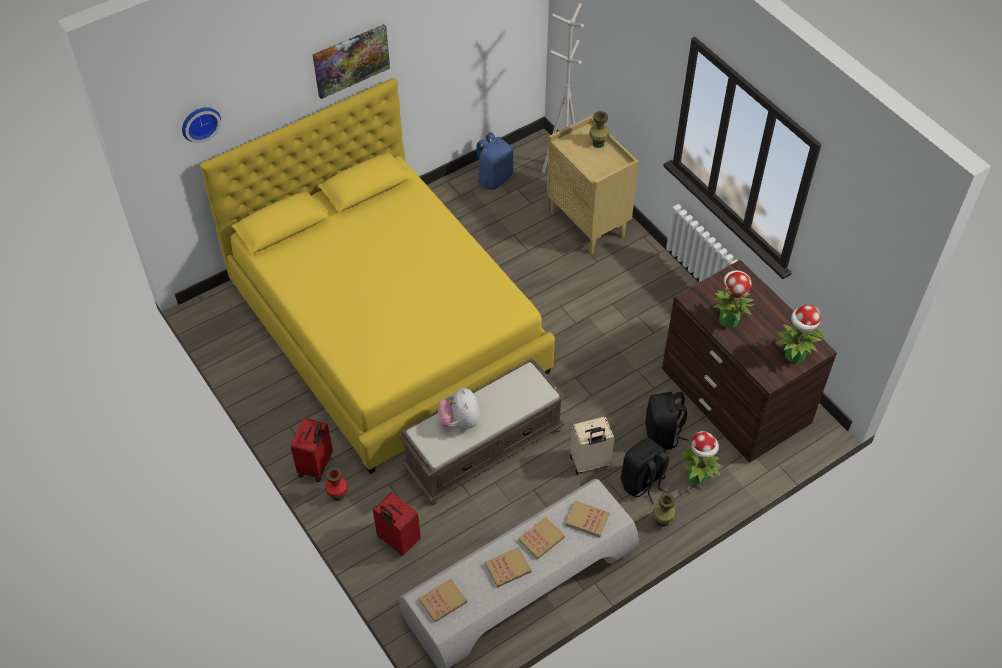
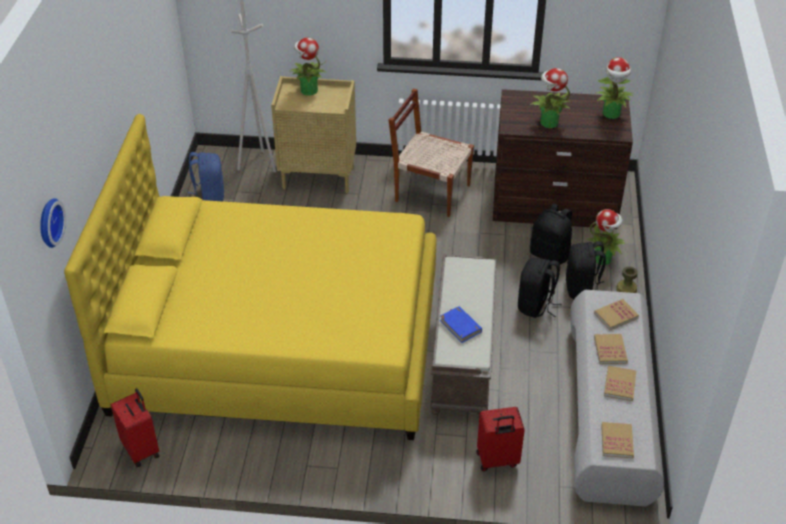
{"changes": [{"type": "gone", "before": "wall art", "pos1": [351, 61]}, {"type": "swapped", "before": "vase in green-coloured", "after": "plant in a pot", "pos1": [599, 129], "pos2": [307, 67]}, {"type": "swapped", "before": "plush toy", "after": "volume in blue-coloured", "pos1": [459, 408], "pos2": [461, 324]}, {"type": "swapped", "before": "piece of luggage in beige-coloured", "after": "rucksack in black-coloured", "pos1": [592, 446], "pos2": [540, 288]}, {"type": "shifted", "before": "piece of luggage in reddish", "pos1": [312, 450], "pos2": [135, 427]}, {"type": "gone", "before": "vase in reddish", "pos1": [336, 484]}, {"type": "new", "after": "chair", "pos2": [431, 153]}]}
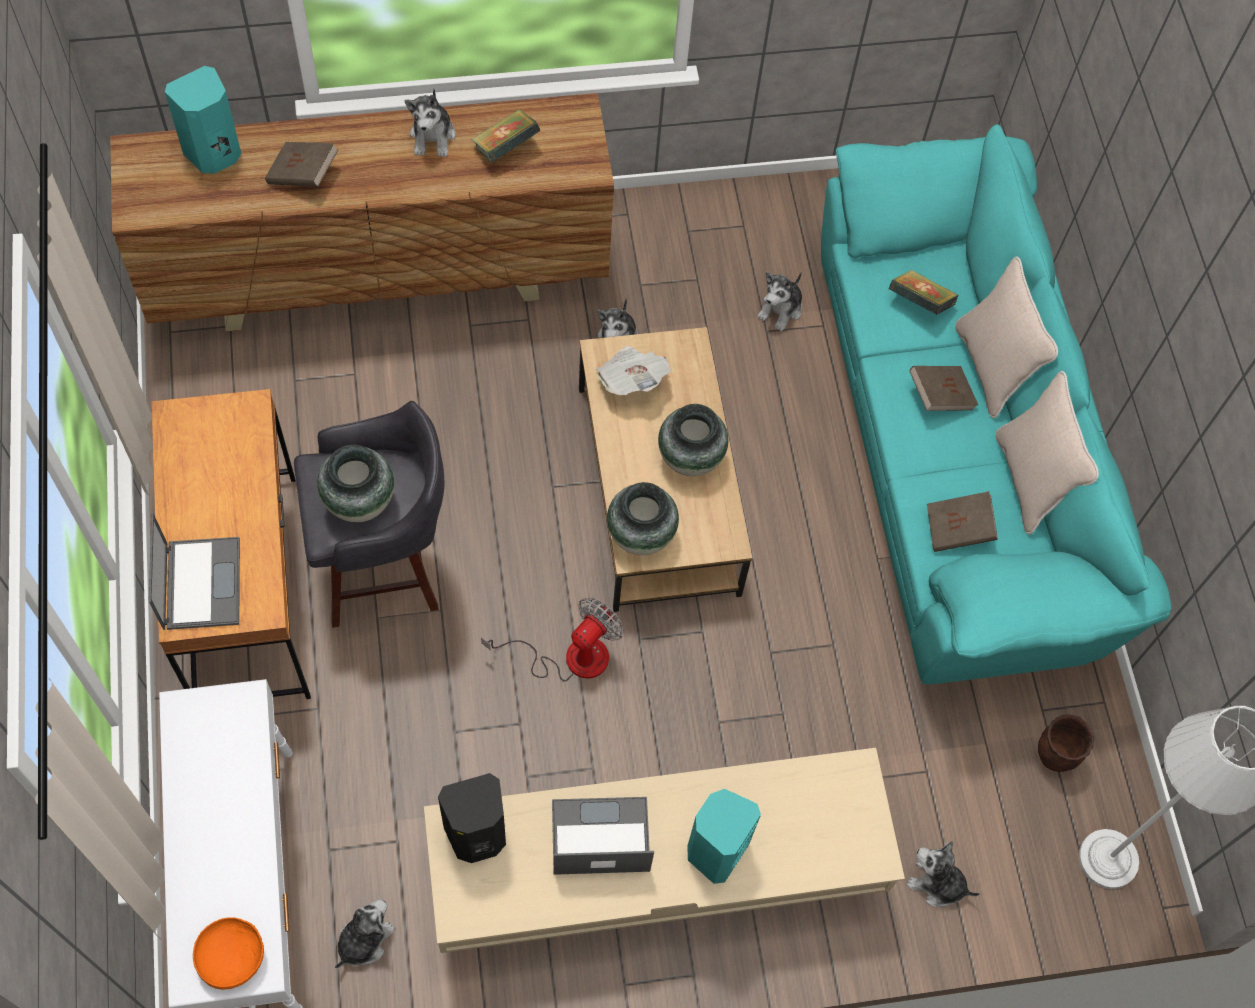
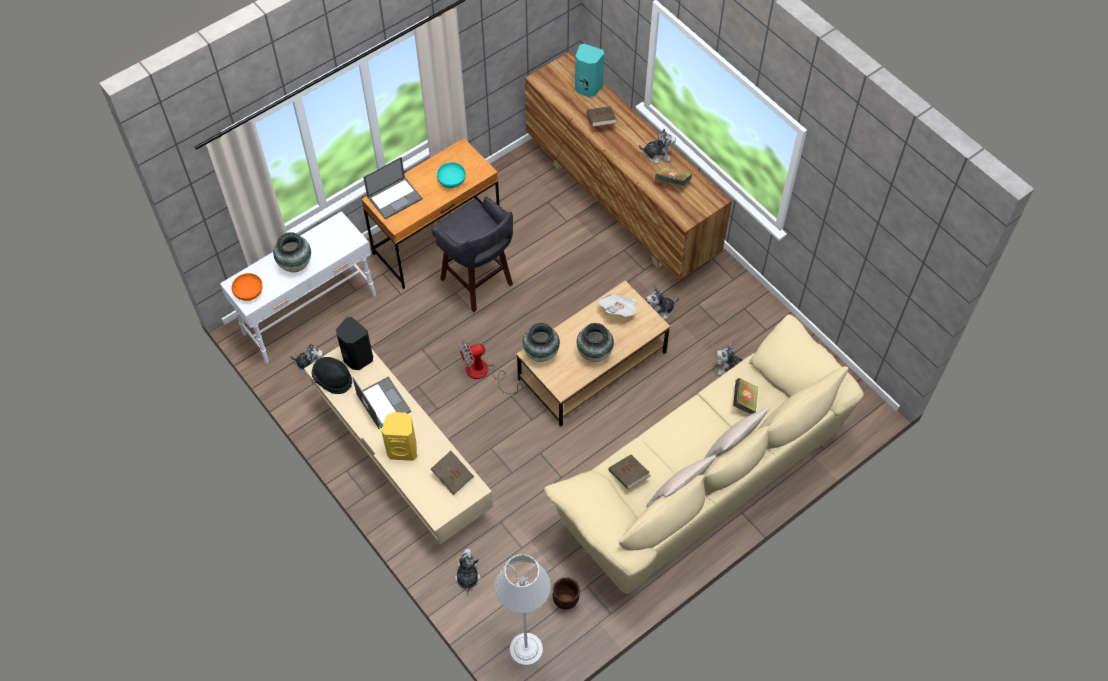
{"changes": [{"type": "rotated", "before": "plush toy", "pos1": [430, 123], "pos2": [657, 146], "turn": -150}, {"type": "repainted", "before": "couch in blue-green", "after": "couch in beige-coloured", "pos1": [996, 404], "pos2": [704, 454]}, {"type": "shifted", "before": "volume in brown-coloured", "pos1": [943, 388], "pos2": [452, 473]}, {"type": "shifted", "before": "vase", "pos1": [355, 483], "pos2": [292, 252]}, {"type": "rotated", "before": "electric fan", "pos1": [552, 639], "pos2": [491, 367], "turn": 150}, {"type": "repainted", "before": "audio speaker in blue-green", "after": "audio speaker in yellow-coloured", "pos1": [724, 836], "pos2": [399, 436]}, {"type": "new", "after": "deep dish in blue-green", "pos2": [451, 175]}, {"type": "new", "after": "wearable hat in black-coloured", "pos2": [332, 375]}]}
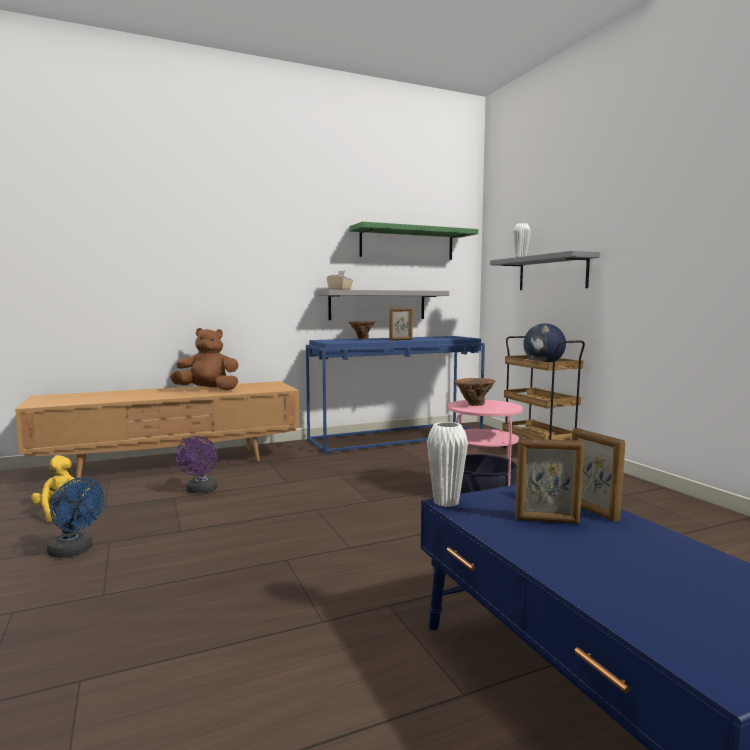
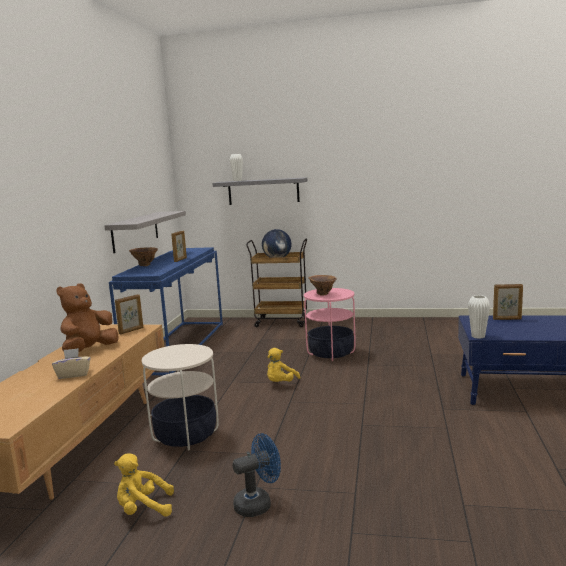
{"changes": [{"type": "gone", "before": "bracket shelf in green-coloured", "pos1": [413, 241]}, {"type": "shifted", "before": "tissue box in beige-coloured", "pos1": [340, 280], "pos2": [71, 363]}, {"type": "swapped", "before": "electric fan in purplish", "after": "side table in beige-coloured", "pos1": [197, 464], "pos2": [180, 397]}, {"type": "shifted", "before": "picture frame", "pos1": [549, 481], "pos2": [129, 314]}, {"type": "new", "after": "plush toy in yellow-coloured", "pos2": [283, 365]}]}
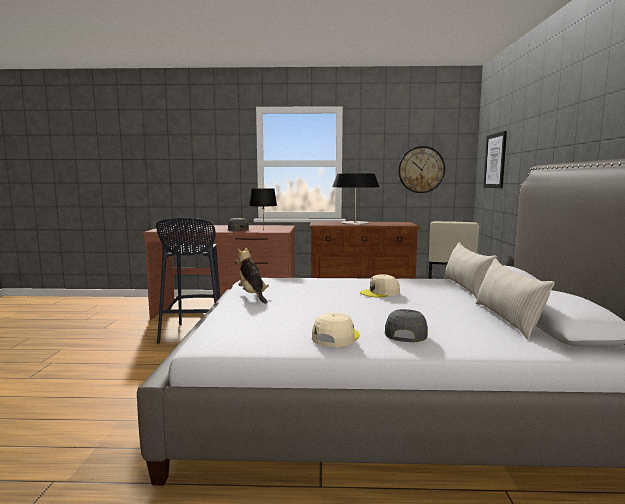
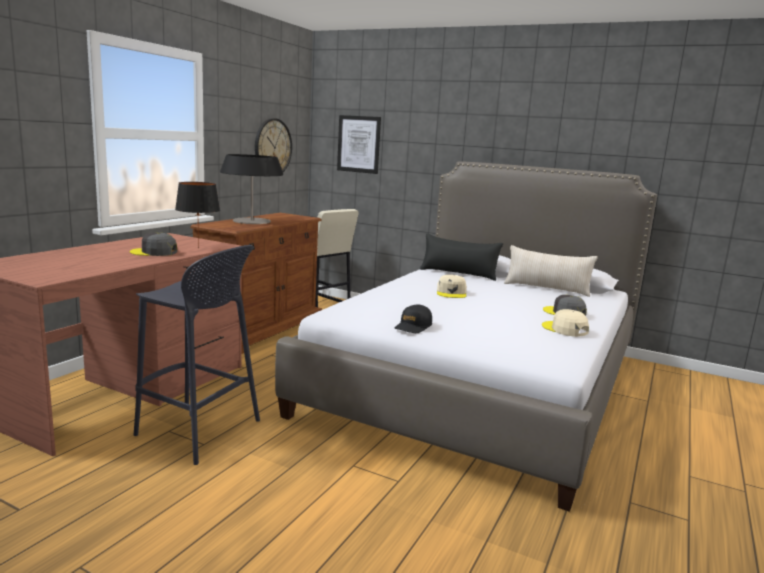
{"changes": [{"type": "repainted", "before": "throw pillow in beige-coloured", "after": "throw pillow in black-coloured", "pos1": [470, 270], "pos2": [461, 257]}, {"type": "swapped", "before": "plush toy", "after": "cap in black-coloured", "pos1": [252, 275], "pos2": [413, 319]}]}
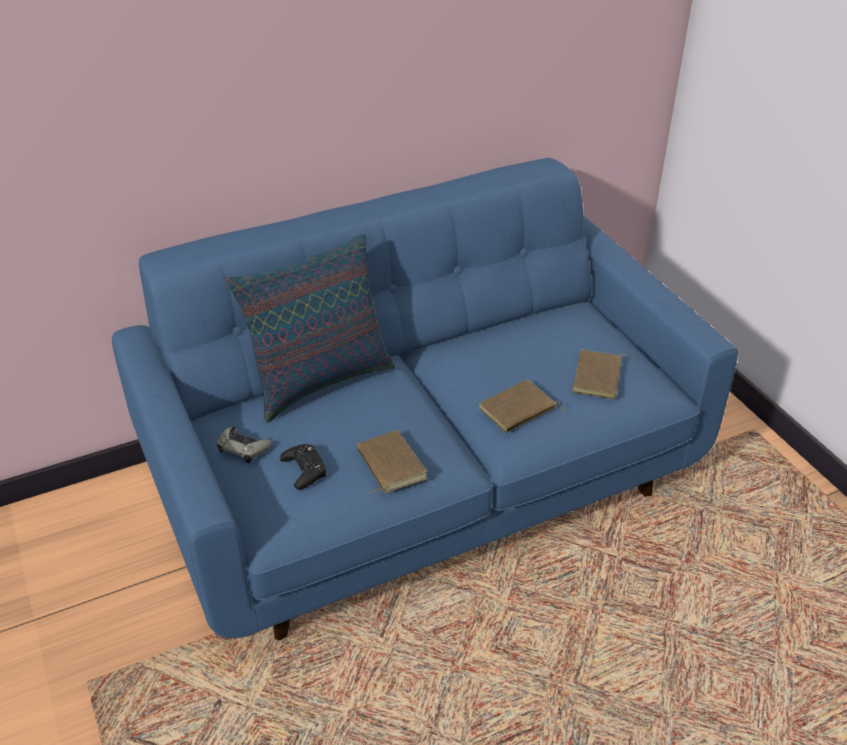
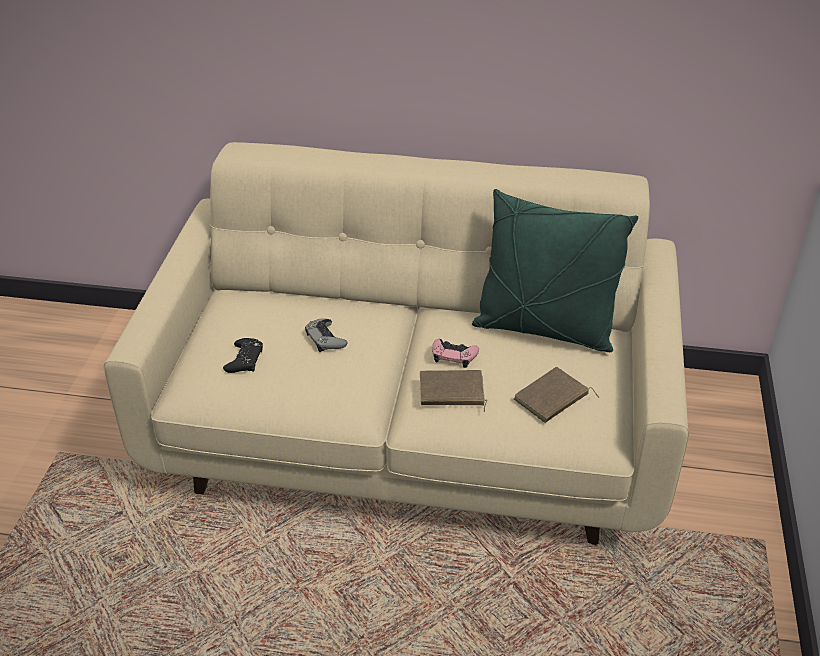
{"changes": [{"type": "repainted", "before": "couch in blue-coloured", "after": "couch in beige-coloured", "pos1": [425, 399], "pos2": [396, 343]}, {"type": "gone", "before": "throw pillow in blue-coloured", "pos1": [310, 328]}, {"type": "shifted", "before": "gamepad in grey", "pos1": [244, 445], "pos2": [326, 335]}, {"type": "gone", "before": "volume in brown-coloured", "pos1": [392, 462]}, {"type": "new", "after": "throw pillow in green-coloured", "pos2": [555, 270]}, {"type": "new", "after": "gamepad in pink", "pos2": [455, 353]}]}
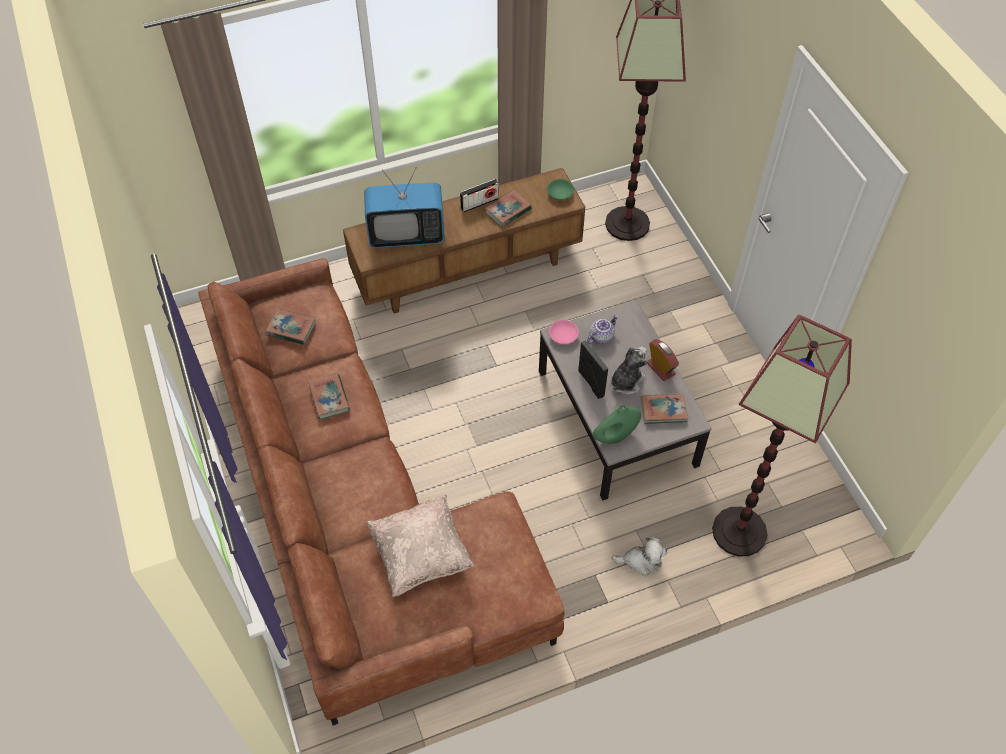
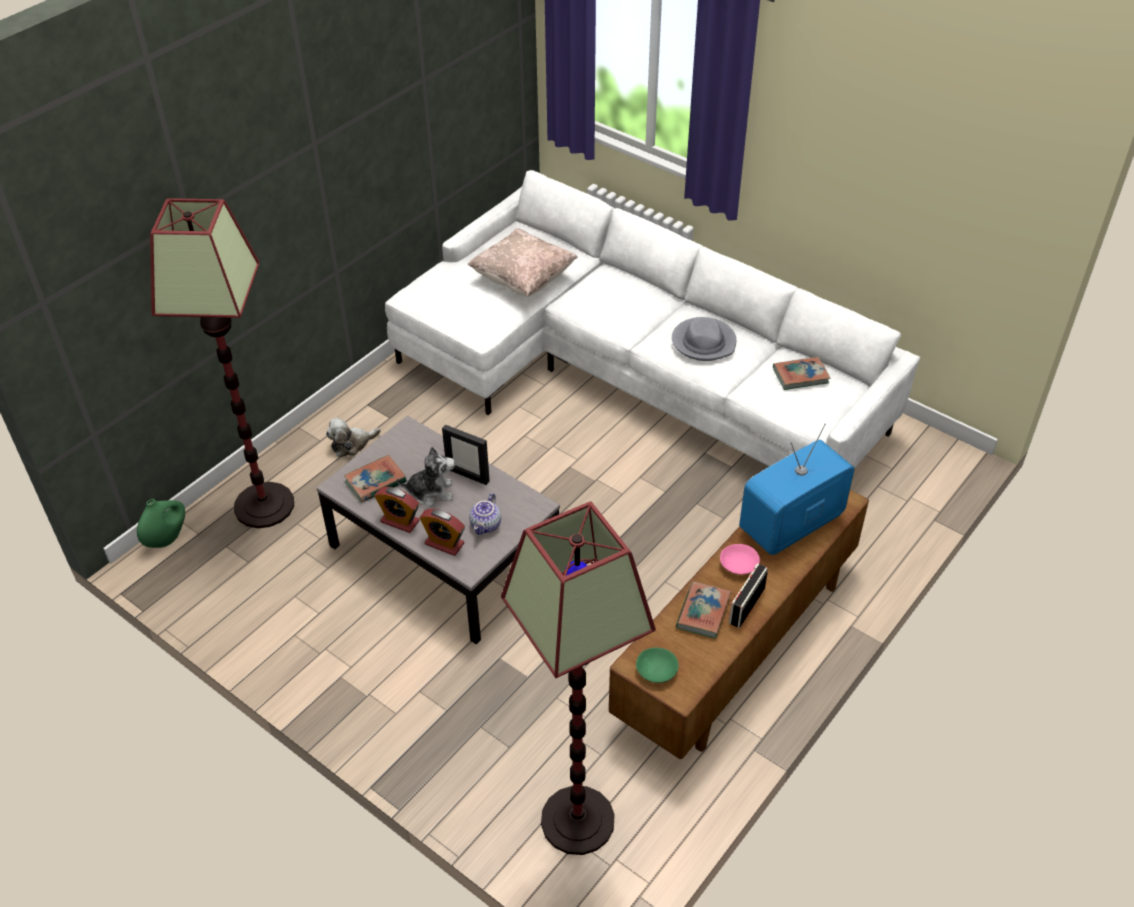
{"changes": [{"type": "repainted", "before": "couch in brown-coloured", "after": "couch in white-coloured", "pos1": [381, 491], "pos2": [652, 319]}, {"type": "shifted", "before": "deep dish in pink", "pos1": [564, 332], "pos2": [740, 559]}, {"type": "rotated", "before": "plush toy", "pos1": [629, 371], "pos2": [426, 476], "turn": -105}, {"type": "swapped", "before": "volume", "after": "wearable hat in grey", "pos1": [329, 396], "pos2": [704, 339]}, {"type": "shifted", "before": "vase in green-coloured", "pos1": [617, 424], "pos2": [161, 523]}, {"type": "new", "after": "alarm clock", "pos2": [442, 532]}]}
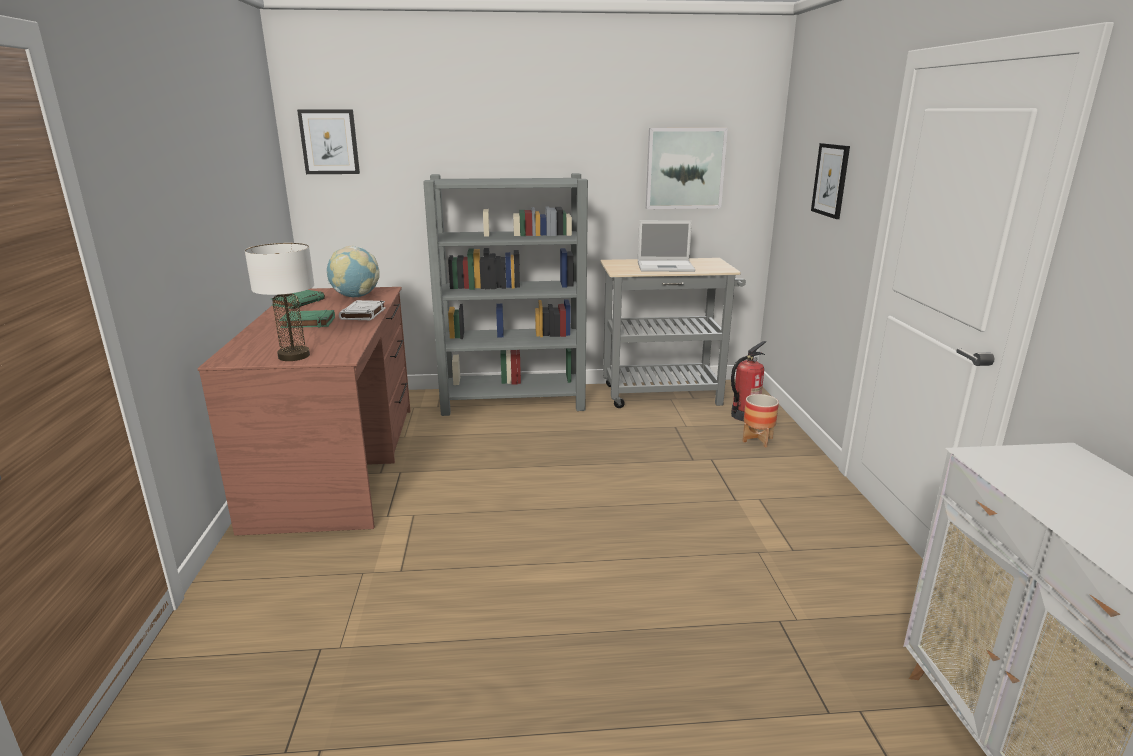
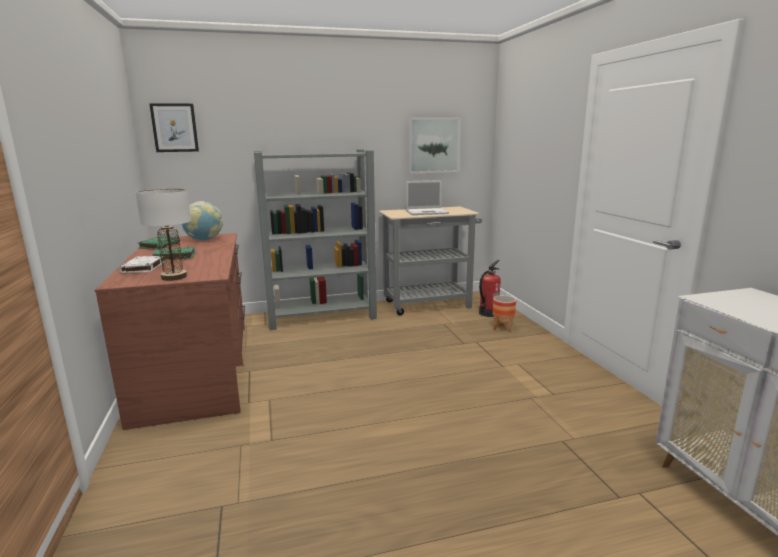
{"changes": [{"type": "gone", "before": "wall art", "pos1": [830, 181]}, {"type": "shifted", "before": "volume in white-coloured", "pos1": [362, 310], "pos2": [141, 264]}]}
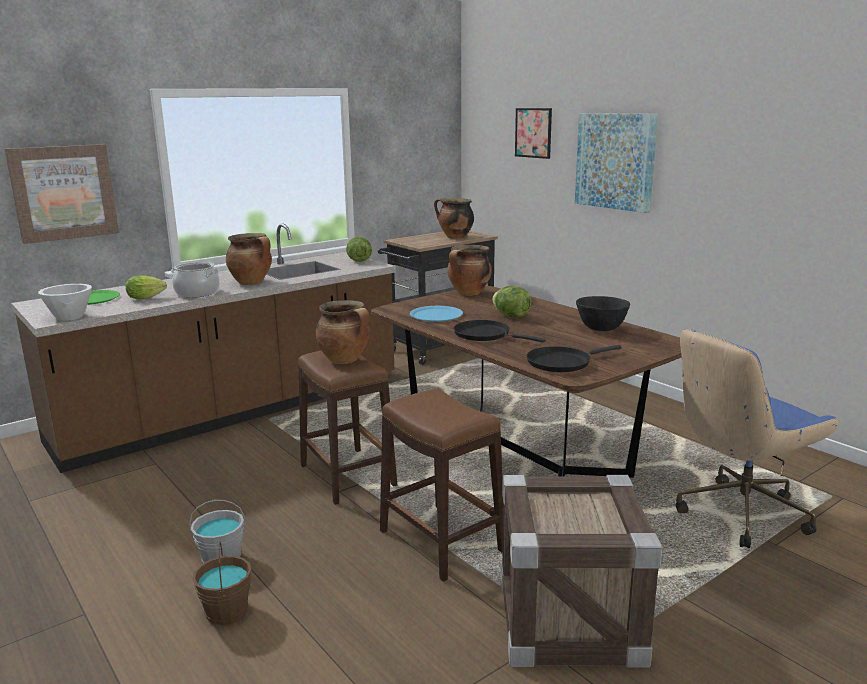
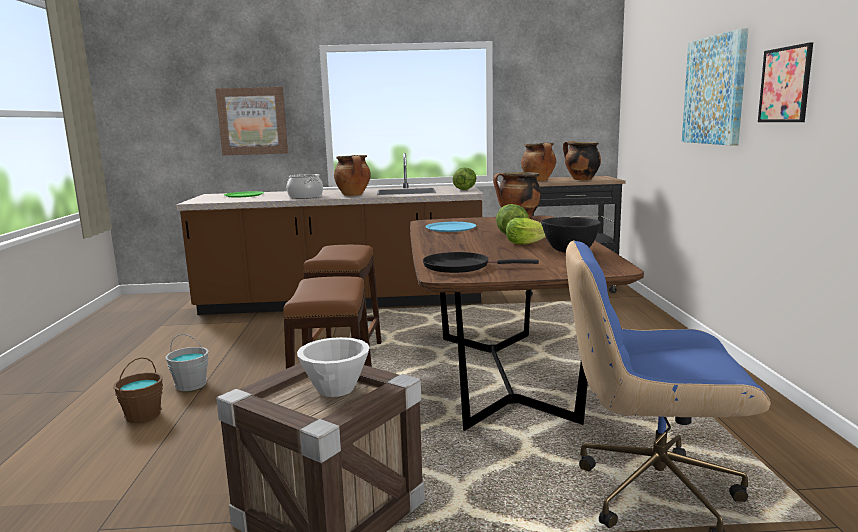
{"changes": [{"type": "shifted", "before": "wall art", "pos1": [533, 133], "pos2": [785, 82]}, {"type": "shifted", "before": "lettuce head", "pos1": [146, 287], "pos2": [526, 231]}, {"type": "shifted", "before": "deep dish in white-coloured", "pos1": [65, 302], "pos2": [333, 367]}, {"type": "shifted", "before": "stockpot", "pos1": [343, 332], "pos2": [538, 162]}, {"type": "gone", "before": "pan in black-coloured", "pos1": [500, 331]}]}
